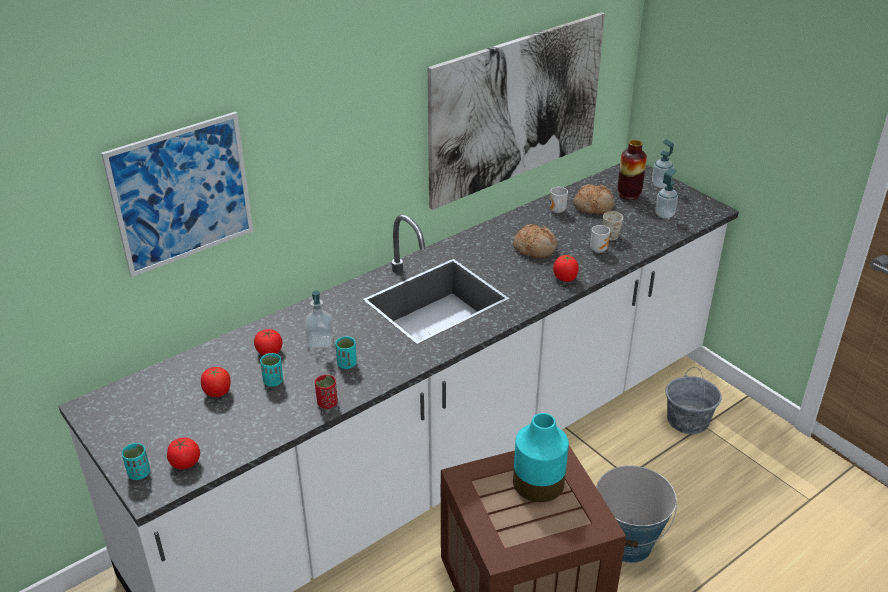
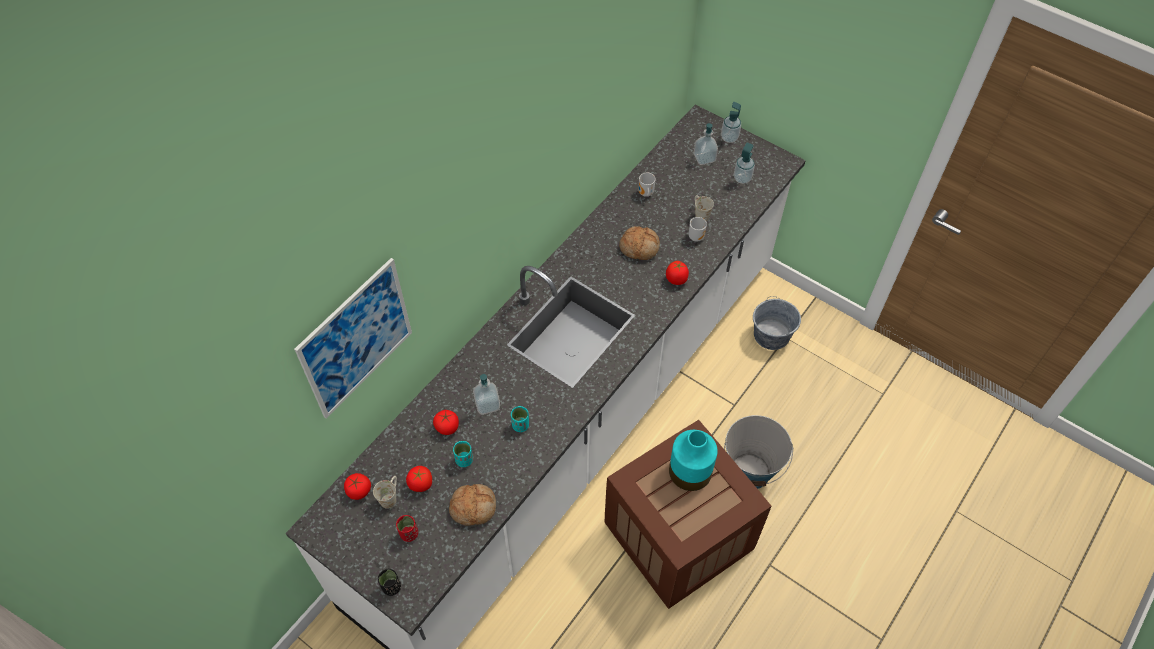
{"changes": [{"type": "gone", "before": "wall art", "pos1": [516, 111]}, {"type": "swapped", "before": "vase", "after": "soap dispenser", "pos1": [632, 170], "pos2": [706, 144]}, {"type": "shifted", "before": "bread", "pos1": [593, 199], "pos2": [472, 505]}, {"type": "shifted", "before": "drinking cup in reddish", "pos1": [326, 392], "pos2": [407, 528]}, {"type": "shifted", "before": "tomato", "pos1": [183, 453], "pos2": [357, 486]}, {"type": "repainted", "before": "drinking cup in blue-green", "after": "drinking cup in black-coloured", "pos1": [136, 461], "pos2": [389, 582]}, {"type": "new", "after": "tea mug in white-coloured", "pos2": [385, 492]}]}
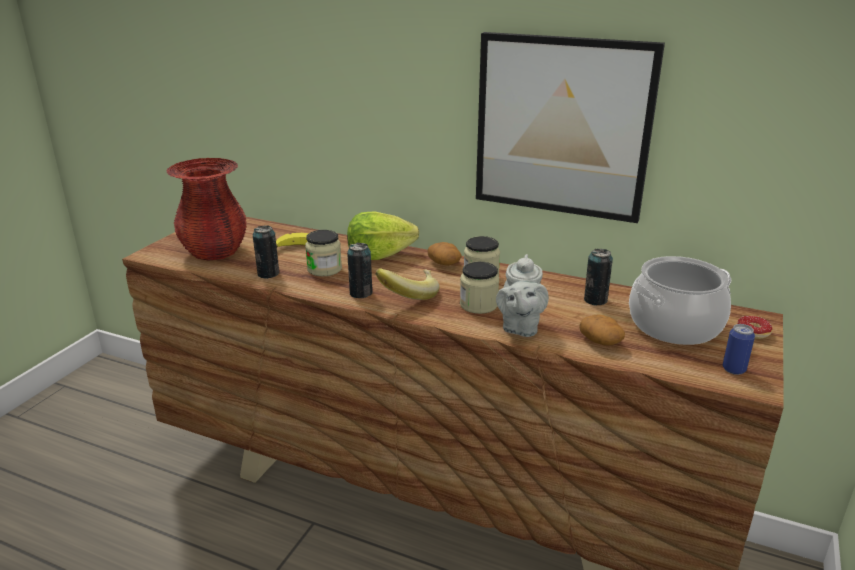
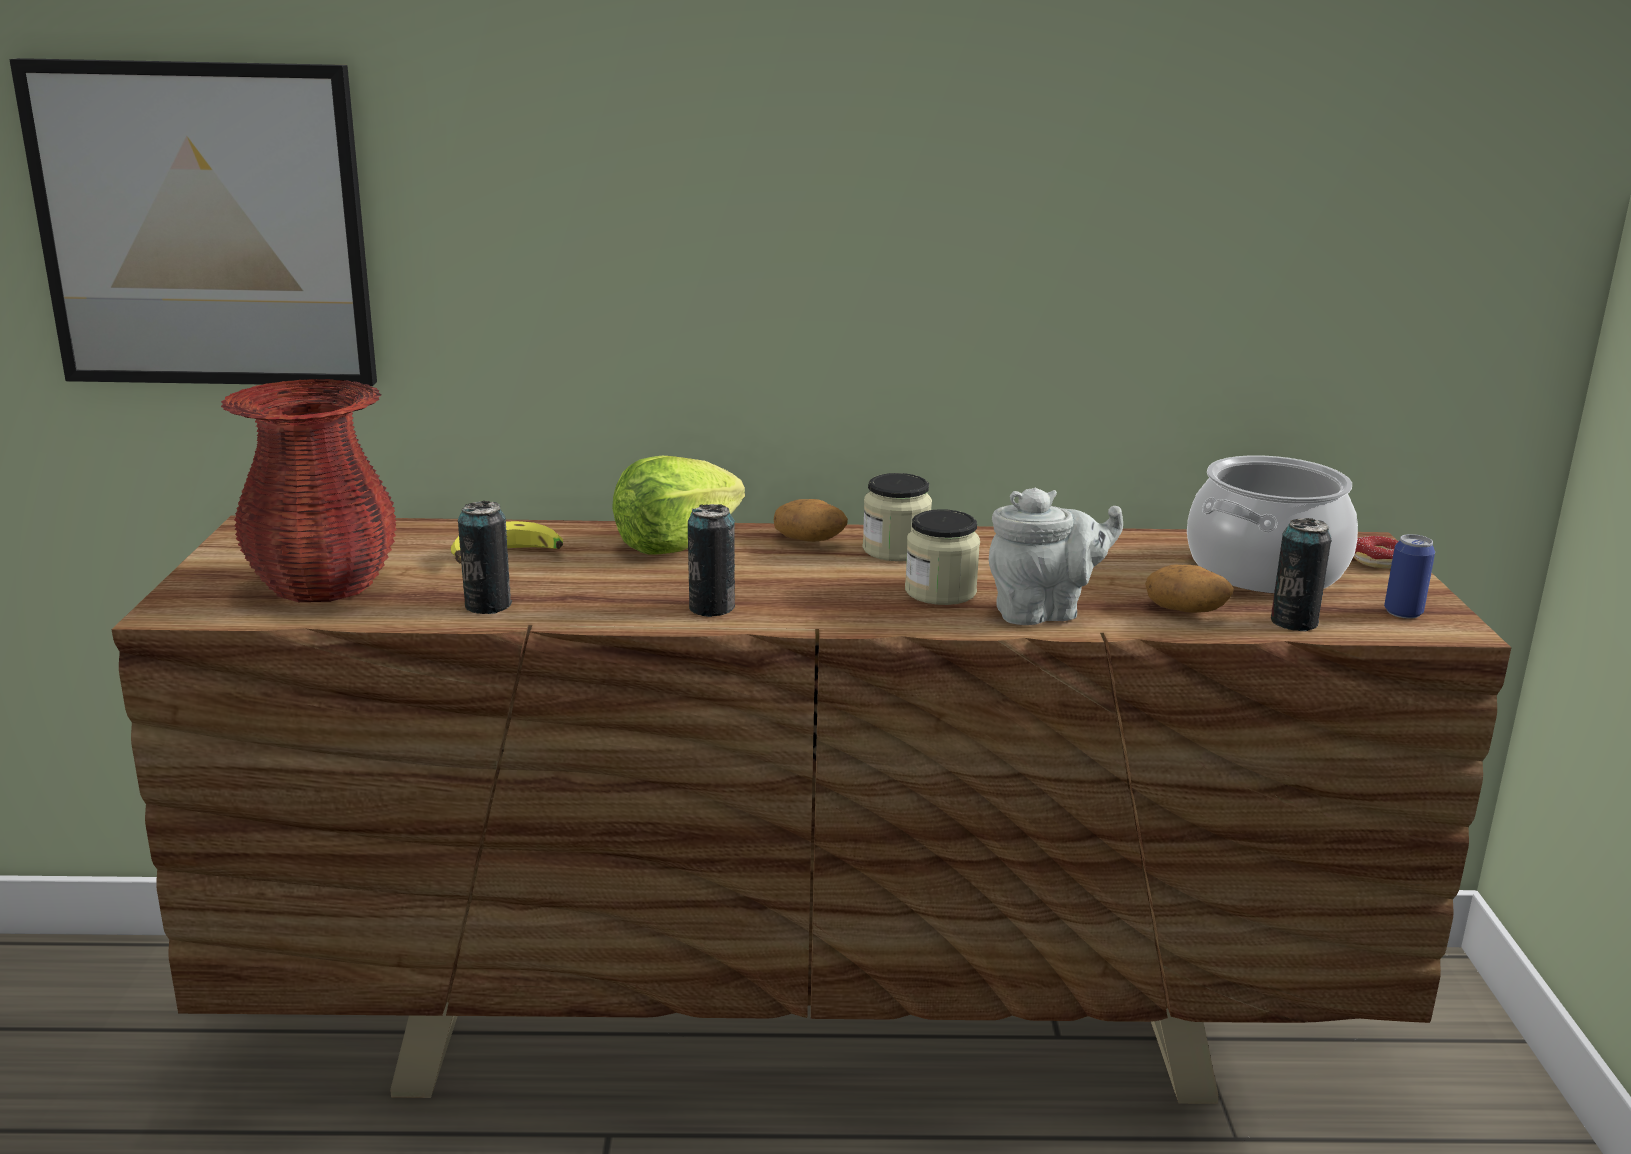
{"changes": [{"type": "shifted", "before": "wall art", "pos1": [570, 127], "pos2": [193, 222]}, {"type": "gone", "before": "jar", "pos1": [323, 253]}, {"type": "shifted", "before": "sealed can", "pos1": [598, 277], "pos2": [1301, 575]}, {"type": "rotated", "before": "tea pot in grey", "pos1": [522, 295], "pos2": [1056, 556], "turn": -90}, {"type": "gone", "before": "whole banana", "pos1": [407, 284]}]}
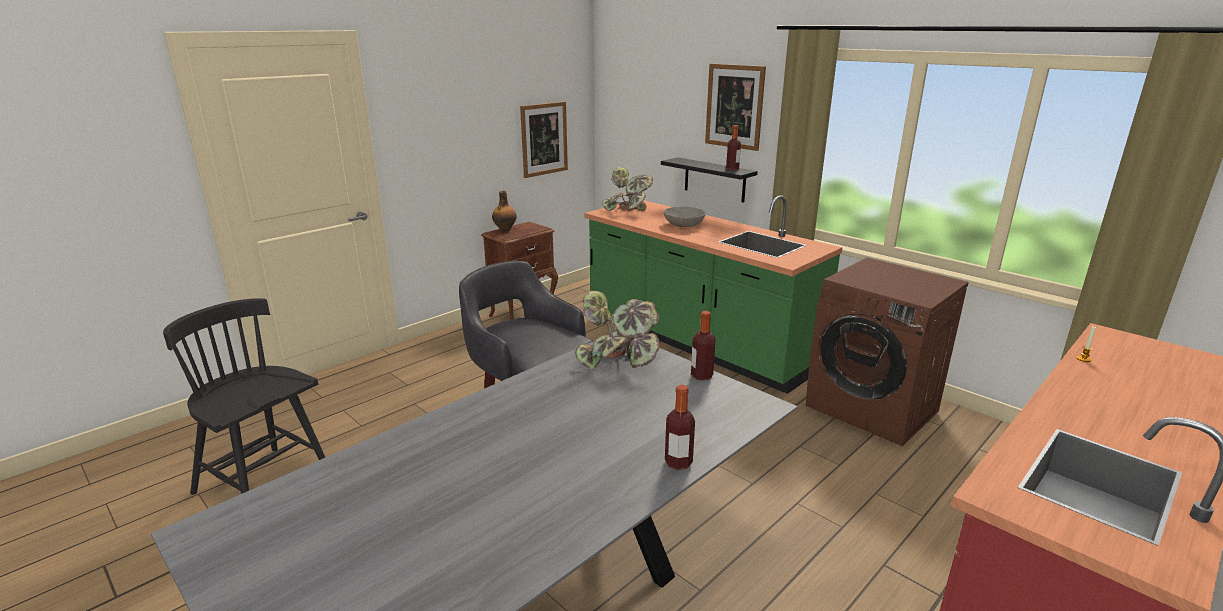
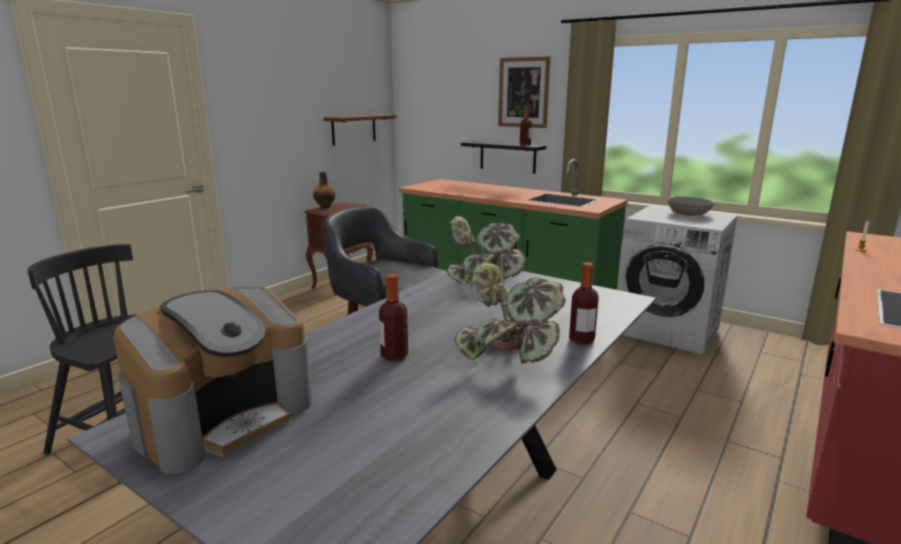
{"changes": [{"type": "swapped", "before": "wall art", "after": "bracket shelf in brown-coloured", "pos1": [544, 139], "pos2": [359, 129]}, {"type": "shifted", "before": "plant in a pot", "pos1": [627, 189], "pos2": [510, 313]}, {"type": "shifted", "before": "deep dish in grey", "pos1": [684, 217], "pos2": [691, 206]}, {"type": "repainted", "before": "laundry appliance in brown-coloured", "after": "laundry appliance in white-coloured", "pos1": [887, 352], "pos2": [677, 280]}, {"type": "shifted", "before": "bottle", "pos1": [703, 346], "pos2": [393, 317]}, {"type": "new", "after": "coffee maker", "pos2": [212, 380]}]}
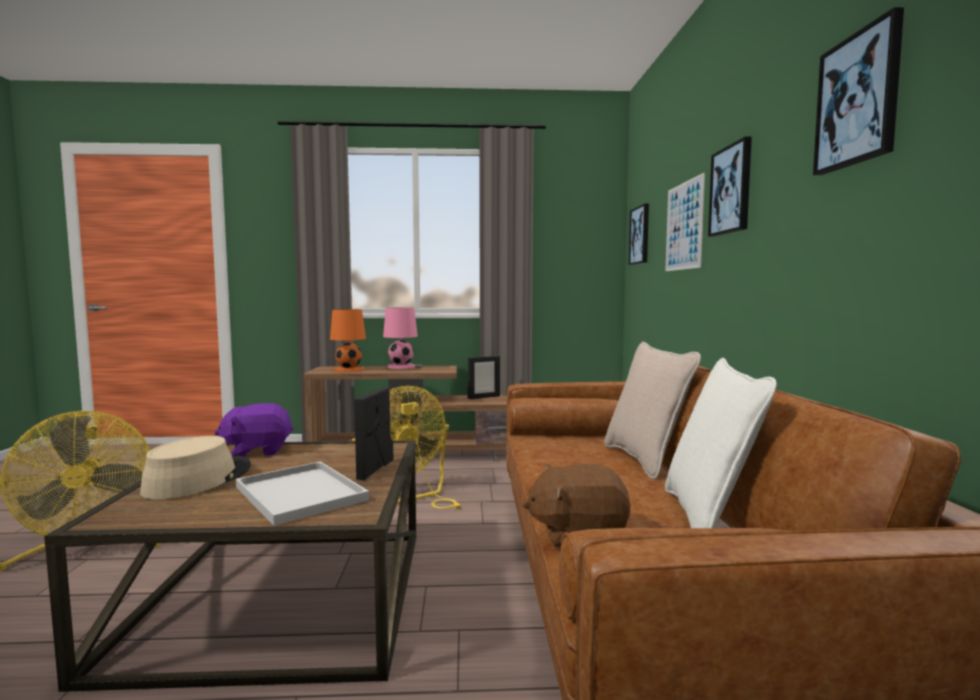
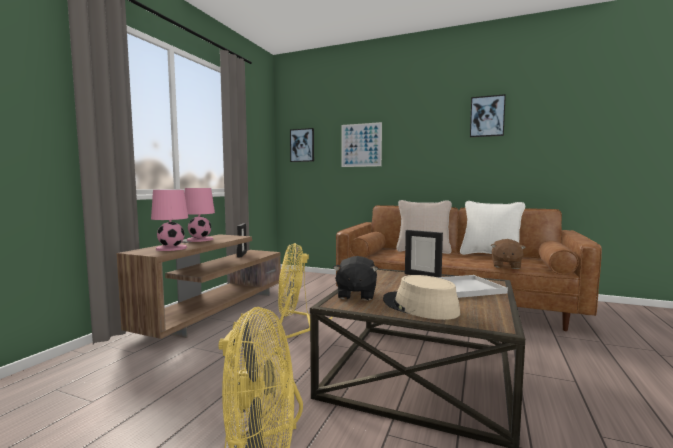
{"changes": [{"type": "gone", "before": "wall art", "pos1": [730, 187]}, {"type": "repainted", "before": "tabletop lamp in orangey", "after": "tabletop lamp in pink", "pos1": [348, 340], "pos2": [169, 220]}, {"type": "repainted", "before": "plush toy in purplish", "after": "plush toy in black-coloured", "pos1": [254, 430], "pos2": [355, 278]}]}
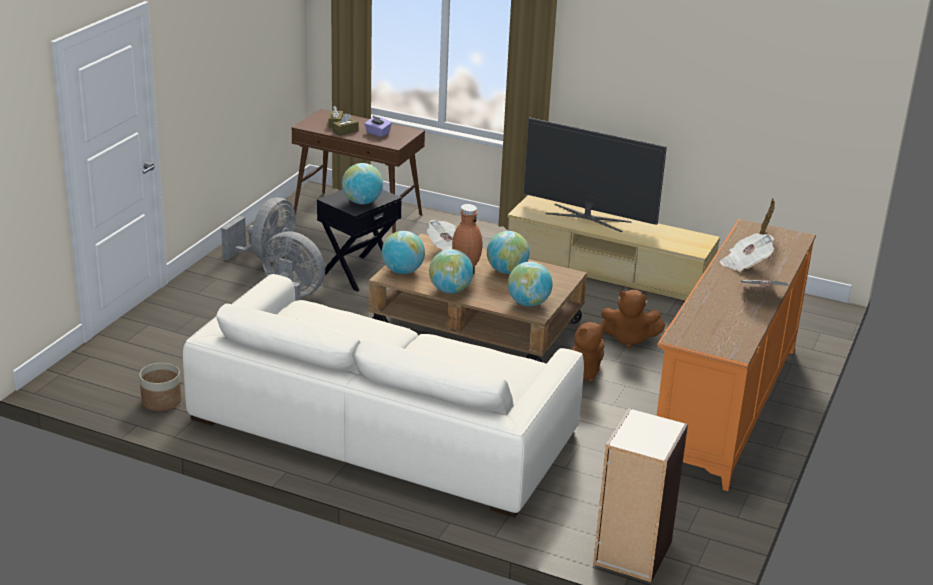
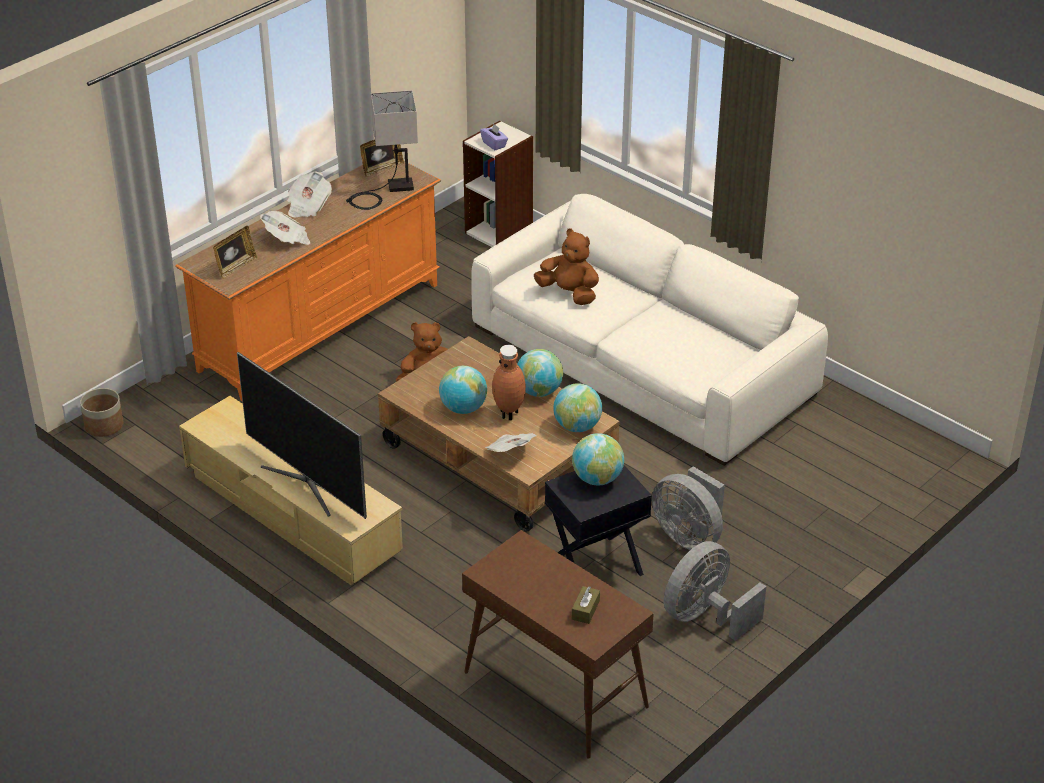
{"changes": [{"type": "gone", "before": "tissue box in brown-coloured", "pos1": [346, 124]}, {"type": "shifted", "before": "tissue box in purplish", "pos1": [378, 126], "pos2": [494, 137]}, {"type": "gone", "before": "desk globe", "pos1": [530, 284]}, {"type": "shifted", "before": "plush toy in brown-coloured", "pos1": [633, 319], "pos2": [566, 266]}, {"type": "shifted", "before": "planter", "pos1": [160, 387], "pos2": [101, 412]}, {"type": "new", "after": "tabletop lamp", "pos2": [382, 150]}, {"type": "new", "after": "picture frame", "pos2": [382, 158]}]}
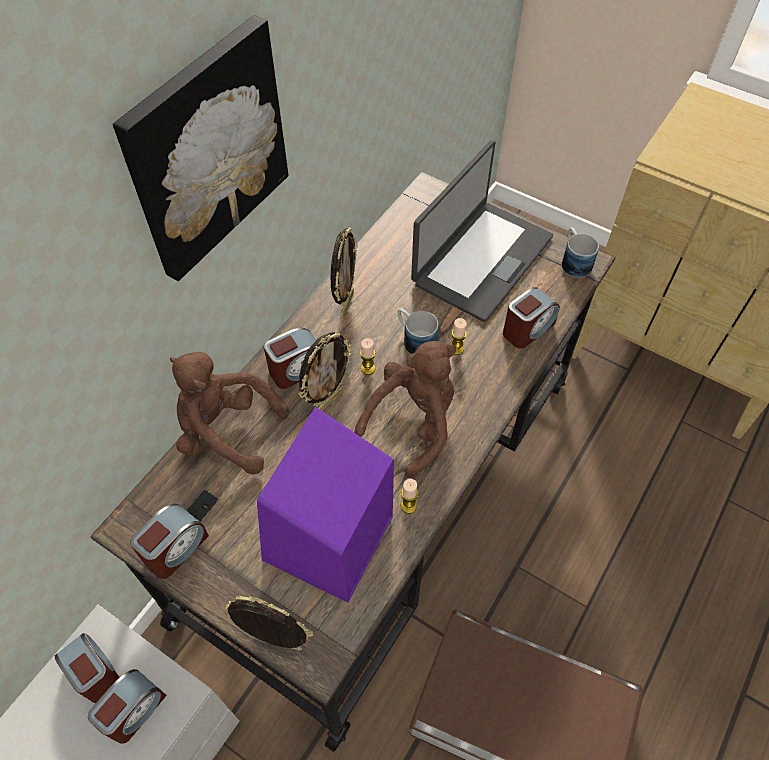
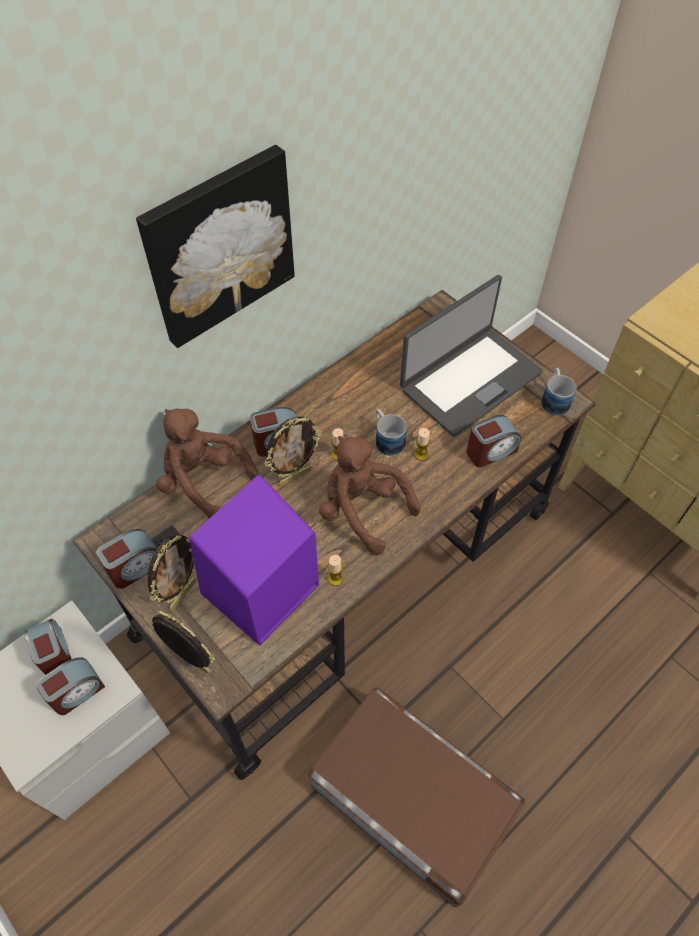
{"changes": [{"type": "shifted", "before": "picture frame", "pos1": [344, 273], "pos2": [172, 573]}, {"type": "rotated", "before": "plush toy in brown-coloured", "pos1": [405, 409], "pos2": [370, 495], "turn": -105}]}
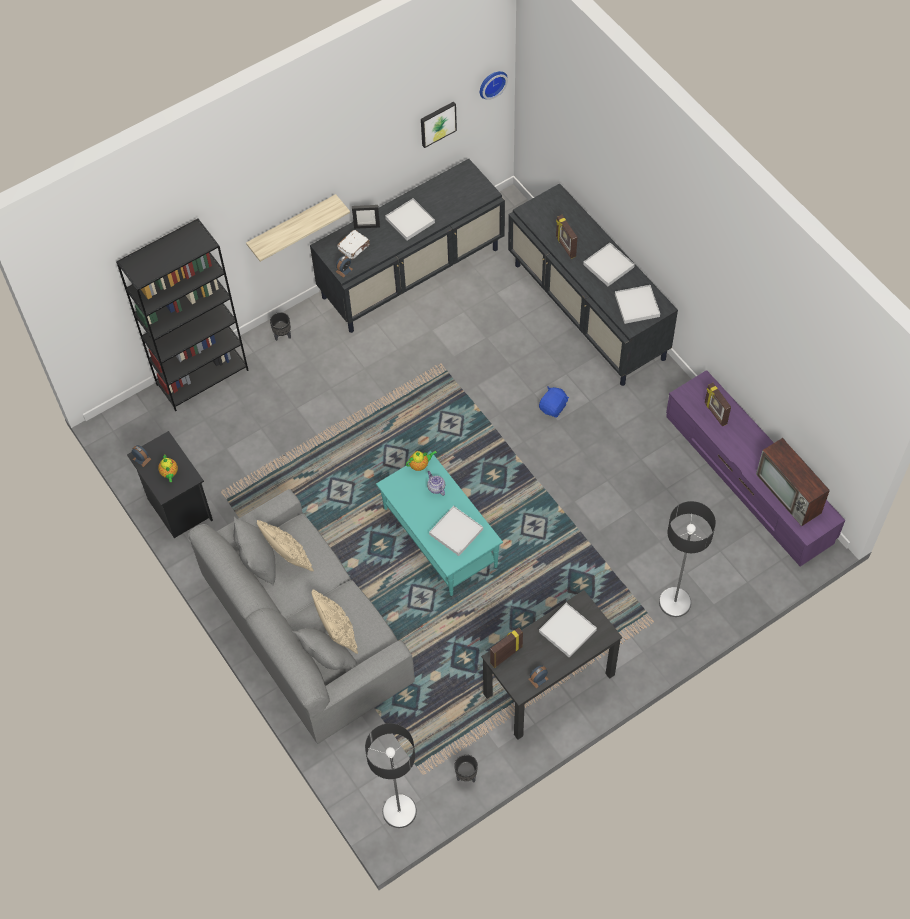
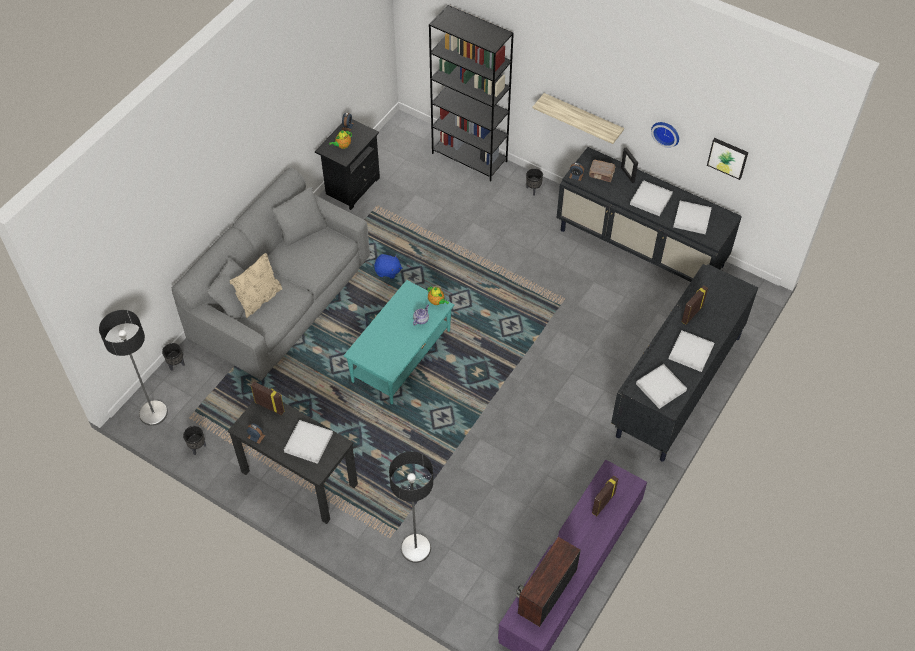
{"changes": [{"type": "shifted", "before": "clock on the wall", "pos1": [494, 85], "pos2": [665, 135]}, {"type": "repainted", "before": "volume in white-coloured", "after": "volume in brown-coloured", "pos1": [353, 244], "pos2": [602, 171]}, {"type": "shifted", "before": "plush toy in blue-coloured", "pos1": [554, 402], "pos2": [388, 266]}, {"type": "shifted", "before": "serving tray in white-coloured", "pos1": [456, 531], "pos2": [692, 217]}, {"type": "gone", "before": "throw pillow in beige-coloured", "pos1": [285, 545]}, {"type": "new", "after": "planter in black-coloured", "pos2": [173, 357]}]}
